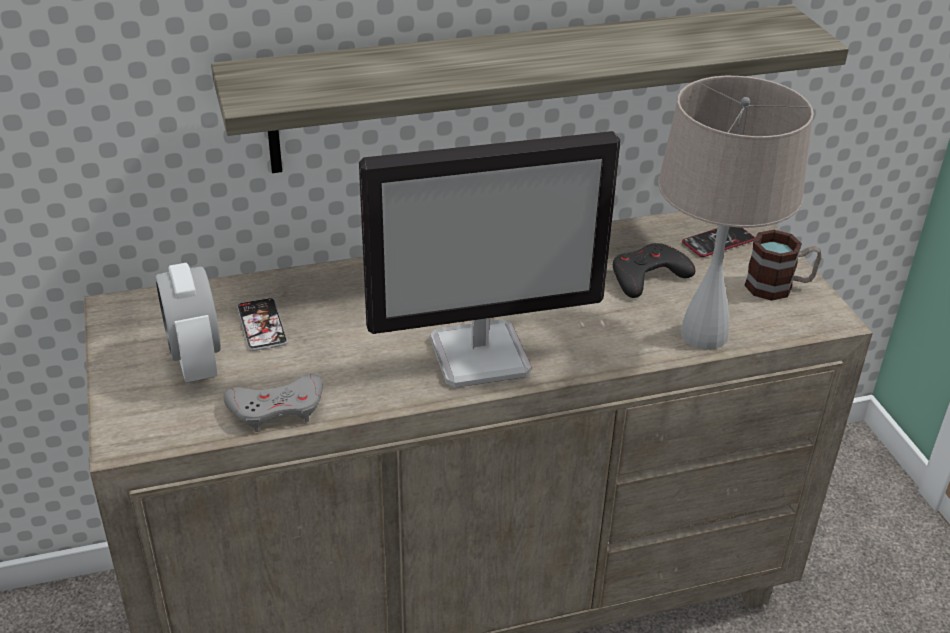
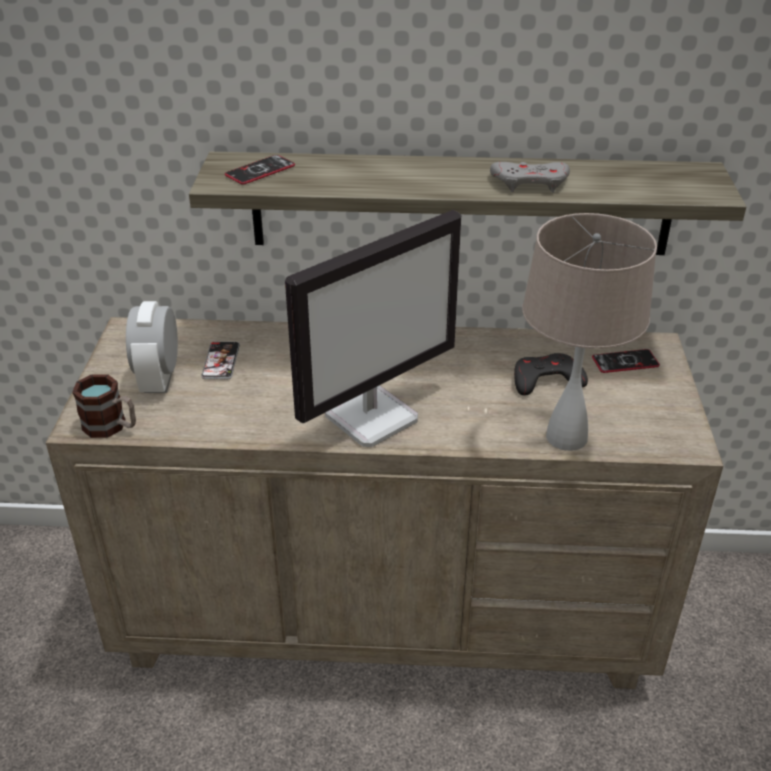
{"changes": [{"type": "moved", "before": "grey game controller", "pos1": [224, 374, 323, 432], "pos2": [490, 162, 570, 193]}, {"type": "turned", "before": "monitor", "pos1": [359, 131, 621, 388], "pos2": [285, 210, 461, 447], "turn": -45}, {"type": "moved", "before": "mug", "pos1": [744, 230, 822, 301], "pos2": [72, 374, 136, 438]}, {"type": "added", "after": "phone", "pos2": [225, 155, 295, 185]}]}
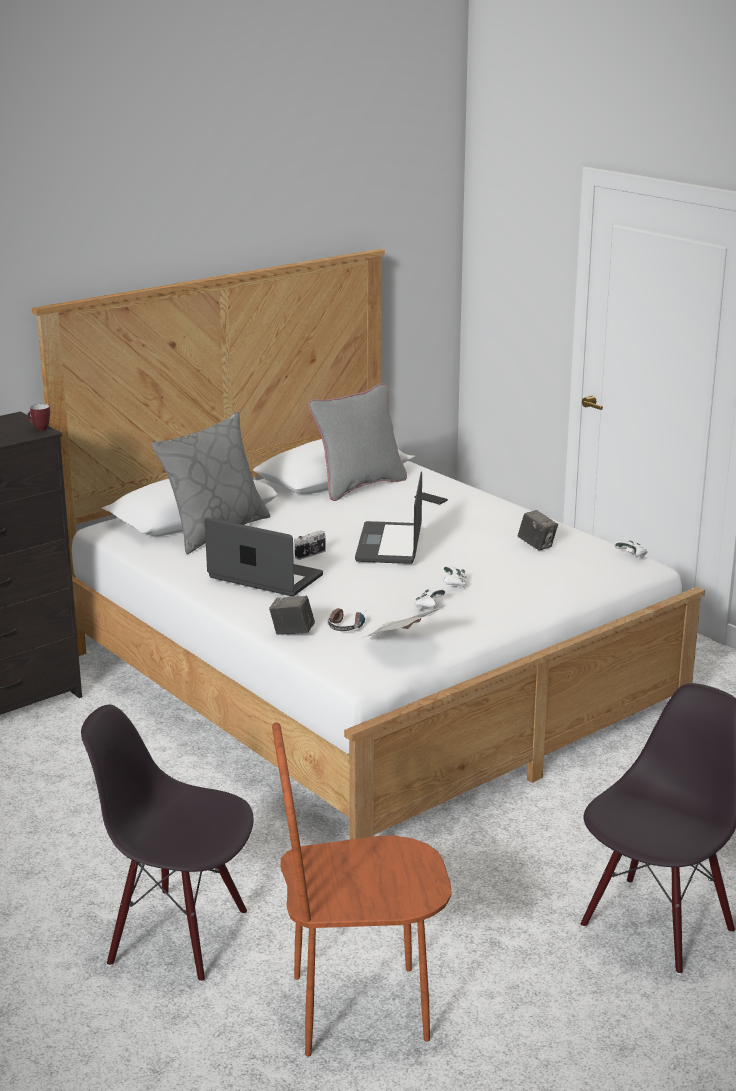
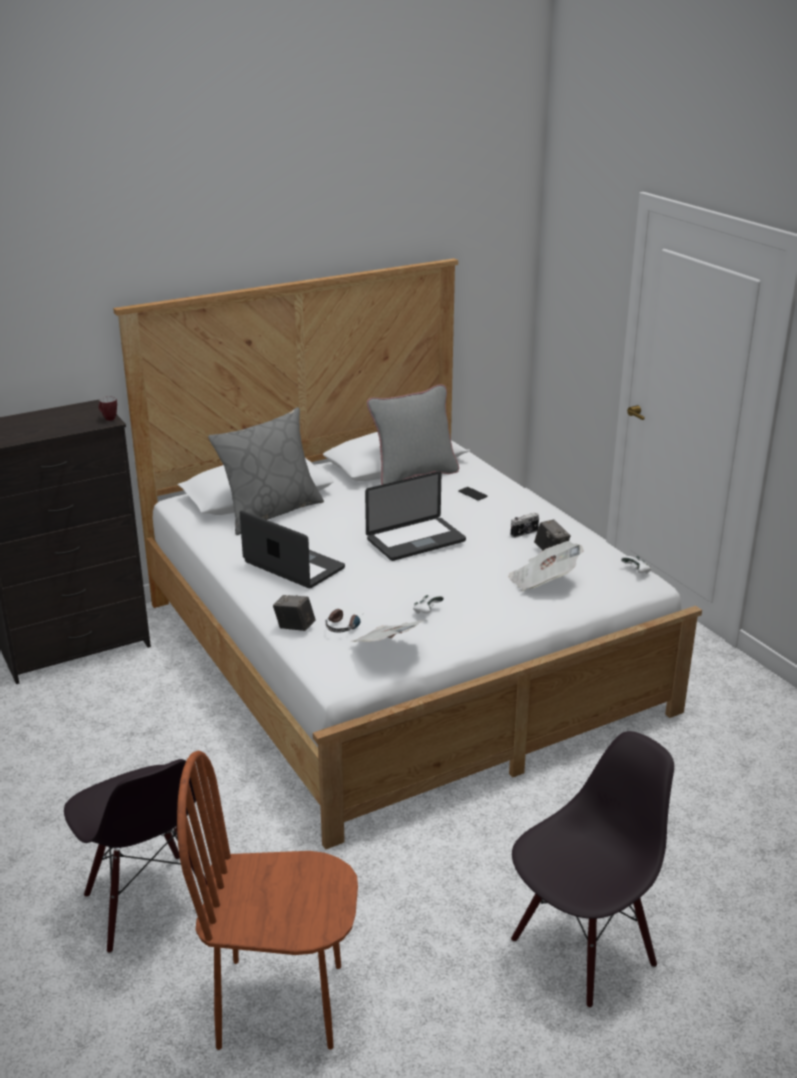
{"changes": [{"type": "turned", "before": "black chair", "pos1": [81, 705, 254, 982], "pos2": [64, 759, 207, 953], "turn": -150}, {"type": "moved", "before": "photo camera", "pos1": [295, 531, 326, 560], "pos2": [511, 512, 539, 538]}, {"type": "turned", "before": "laptop", "pos1": [355, 471, 422, 564], "pos2": [365, 471, 466, 561], "turn": -135}, {"type": "removed", "before": "white game controller", "pos1": [443, 566, 467, 589]}, {"type": "added", "after": "newspaper", "pos2": [508, 541, 584, 591]}]}
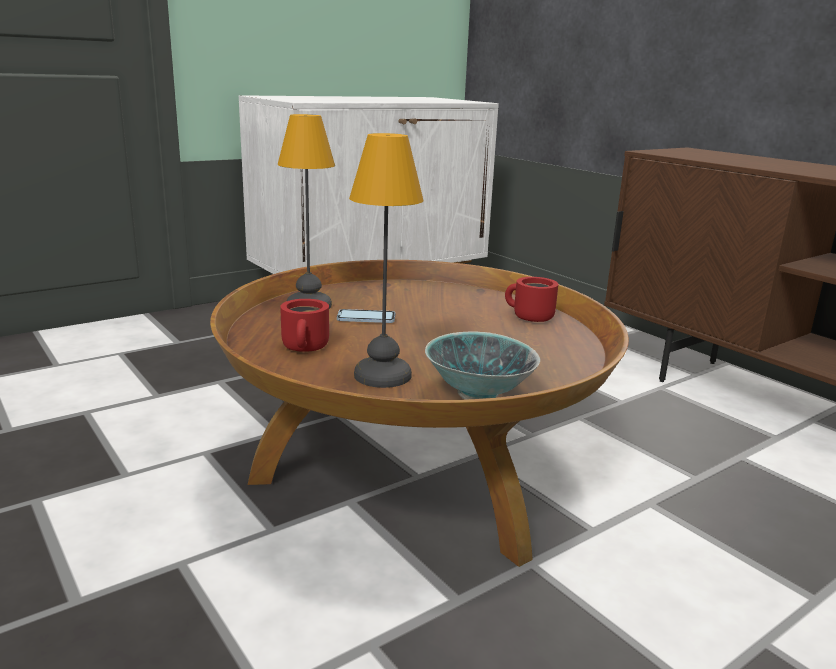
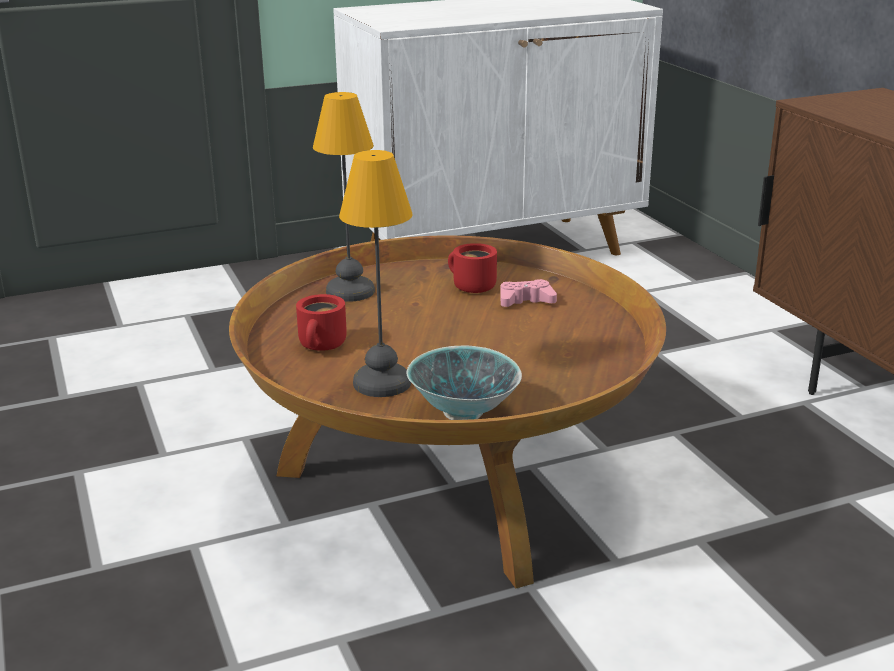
{"changes": [{"type": "removed", "before": "phone", "pos1": [337, 309, 395, 323]}, {"type": "moved", "before": "red mug", "pos1": [505, 277, 558, 322], "pos2": [448, 243, 497, 293]}, {"type": "added", "after": "pink game controller", "pos2": [500, 279, 557, 307]}]}
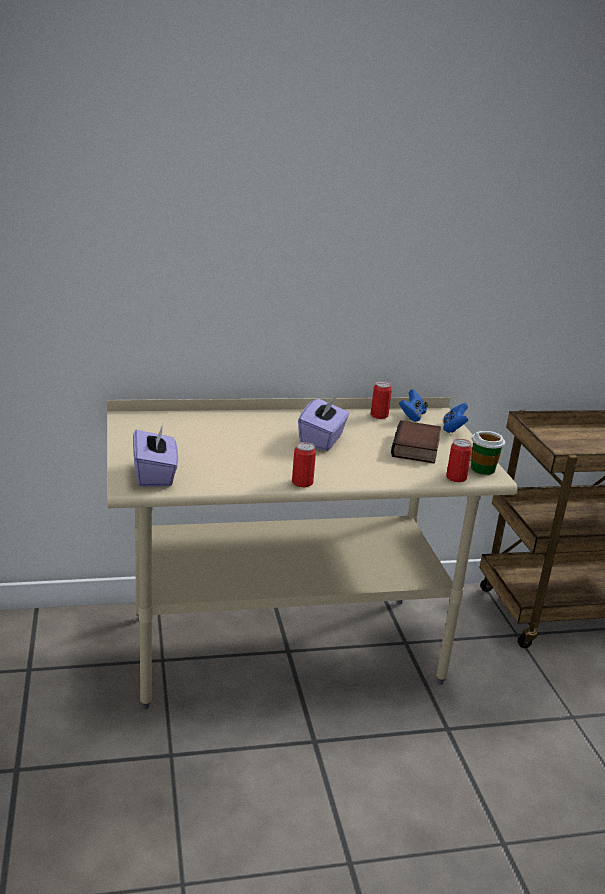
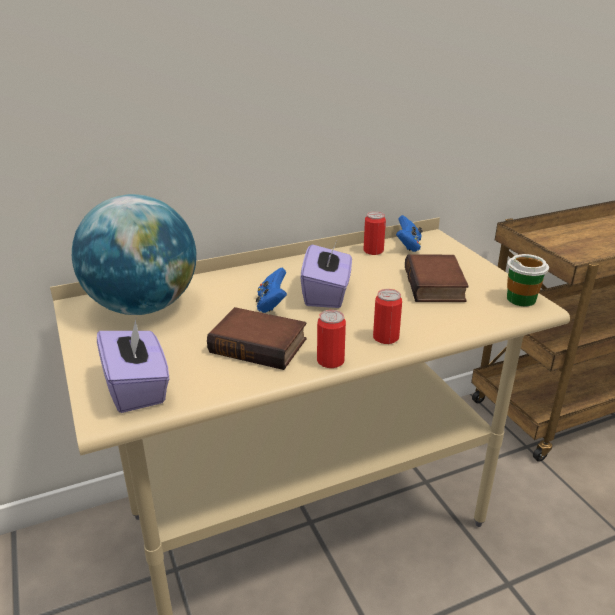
{"changes": [{"type": "moved", "before": "blue game controller", "pos1": [443, 403, 468, 433], "pos2": [256, 268, 287, 313]}, {"type": "moved", "before": "can", "pos1": [446, 439, 472, 482], "pos2": [373, 289, 402, 344]}, {"type": "added", "after": "globe", "pos2": [72, 194, 197, 315]}, {"type": "added", "after": "book", "pos2": [207, 307, 306, 370]}]}
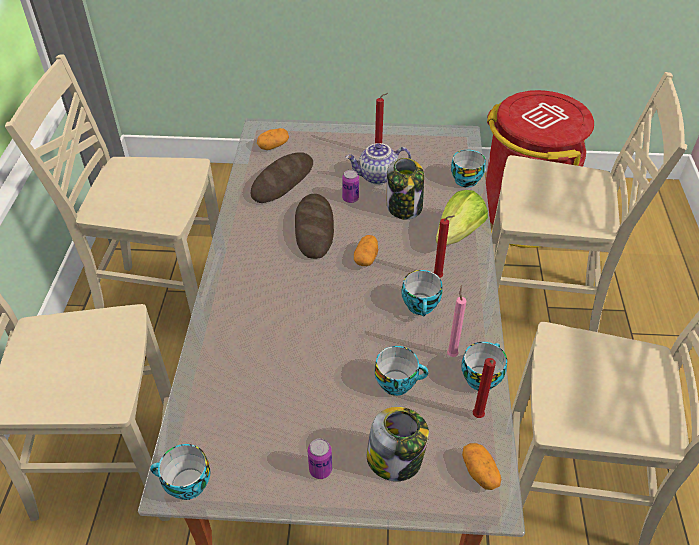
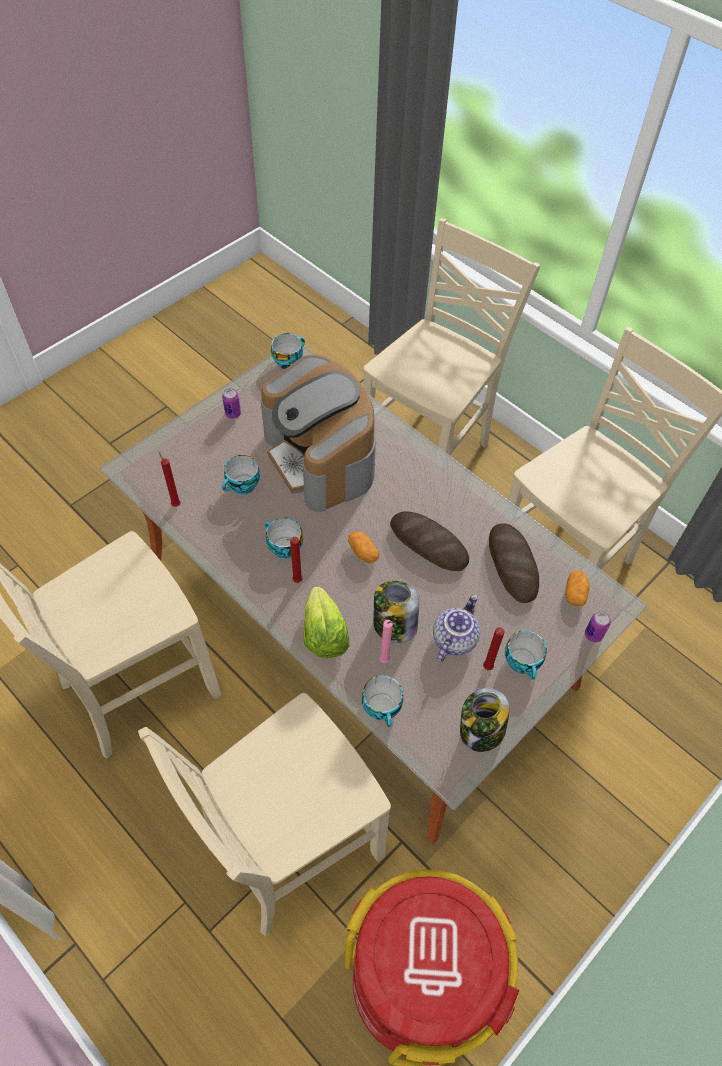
{"changes": [{"type": "moved", "before": "can", "pos1": [342, 170, 359, 203], "pos2": [585, 611, 611, 643]}, {"type": "moved", "before": "jar", "pos1": [367, 407, 429, 481], "pos2": [460, 688, 509, 752]}, {"type": "moved", "before": "pink candle", "pos1": [447, 286, 466, 357], "pos2": [379, 620, 396, 663]}, {"type": "moved", "before": "cup", "pos1": [461, 342, 507, 390], "pos2": [505, 630, 547, 680]}, {"type": "removed", "before": "potato", "pos1": [462, 443, 501, 490]}, {"type": "added", "after": "coffee machine", "pos2": [261, 355, 376, 512]}]}
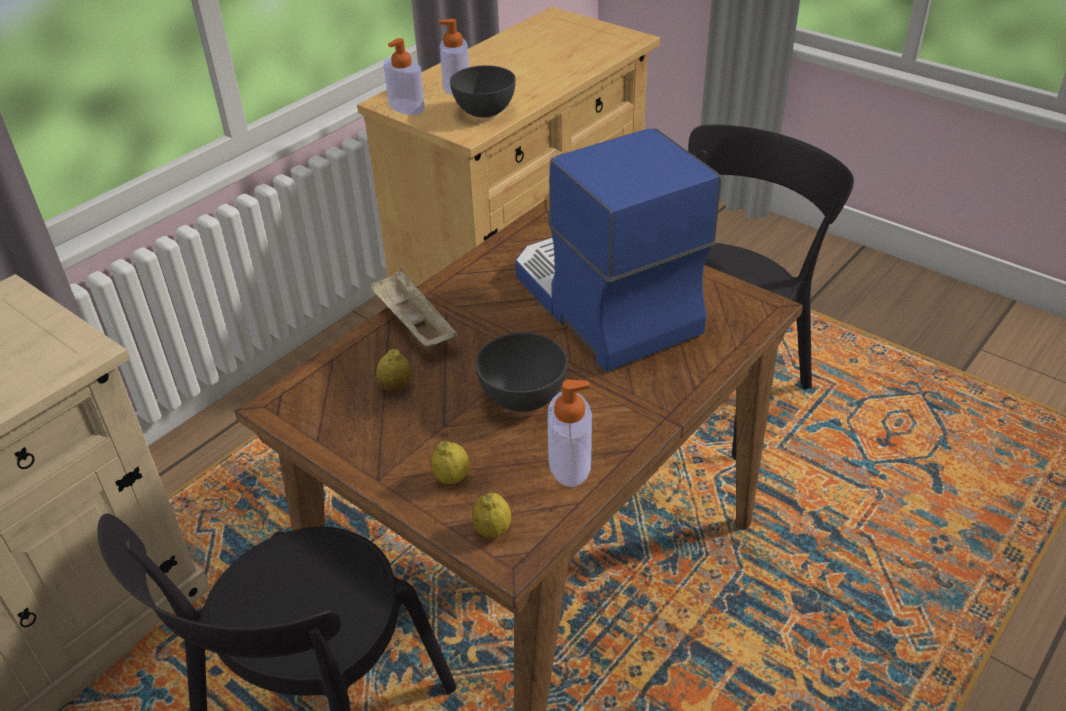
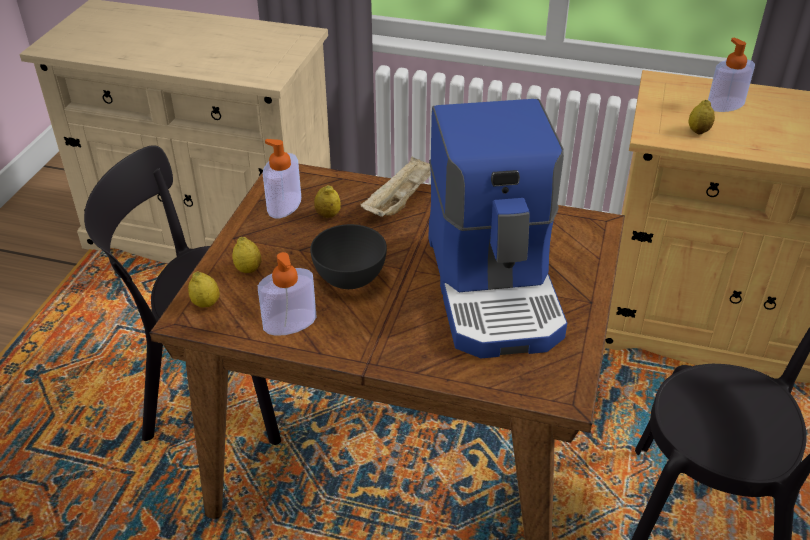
{"changes": [{"type": "moved", "before": "soap dispenser", "pos1": [384, 38, 425, 115], "pos2": [263, 139, 301, 218]}, {"type": "replaced", "before": "grey bowl", "after": "lemon", "pos1": [450, 65, 516, 118], "pos2": [689, 100, 715, 135]}, {"type": "turned", "before": "coffee machine", "pos1": [515, 128, 721, 372], "pos2": [429, 99, 567, 358], "turn": 135}]}
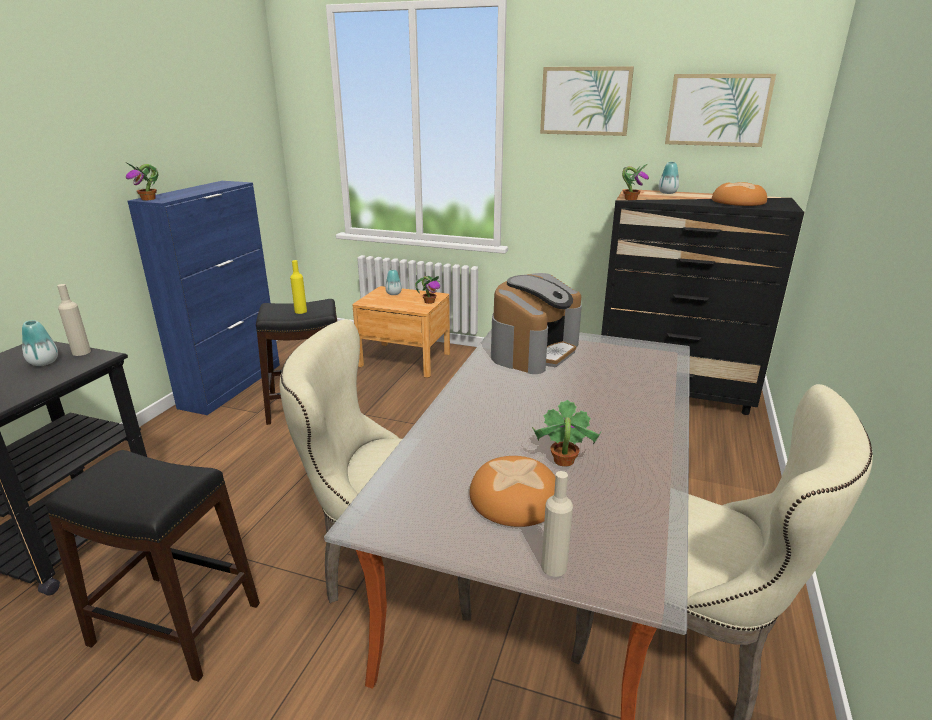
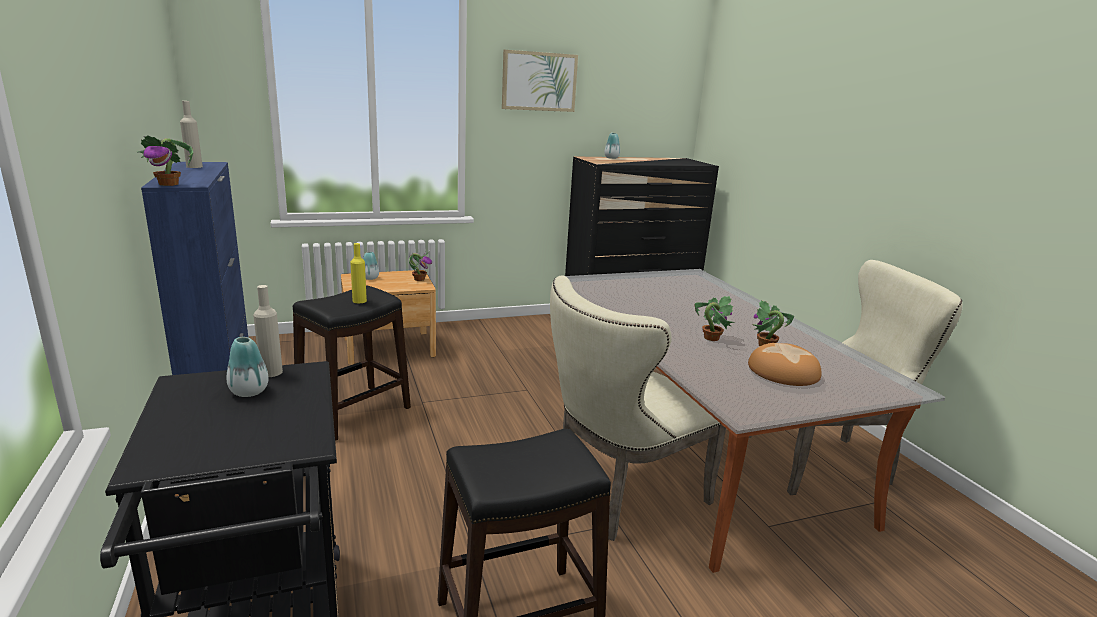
{"changes": [{"type": "removed", "before": "coffee machine", "pos1": [491, 273, 582, 374]}, {"type": "moved", "before": "beige bottle", "pos1": [541, 471, 573, 577], "pos2": [180, 101, 203, 168]}, {"type": "moved", "before": "potted plant", "pos1": [622, 164, 649, 200], "pos2": [694, 296, 735, 341]}, {"type": "removed", "before": "picture", "pos1": [665, 74, 776, 147]}, {"type": "removed", "before": "bread", "pos1": [712, 182, 767, 206]}]}
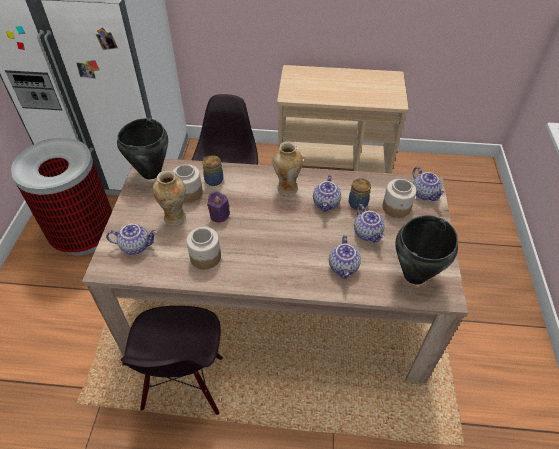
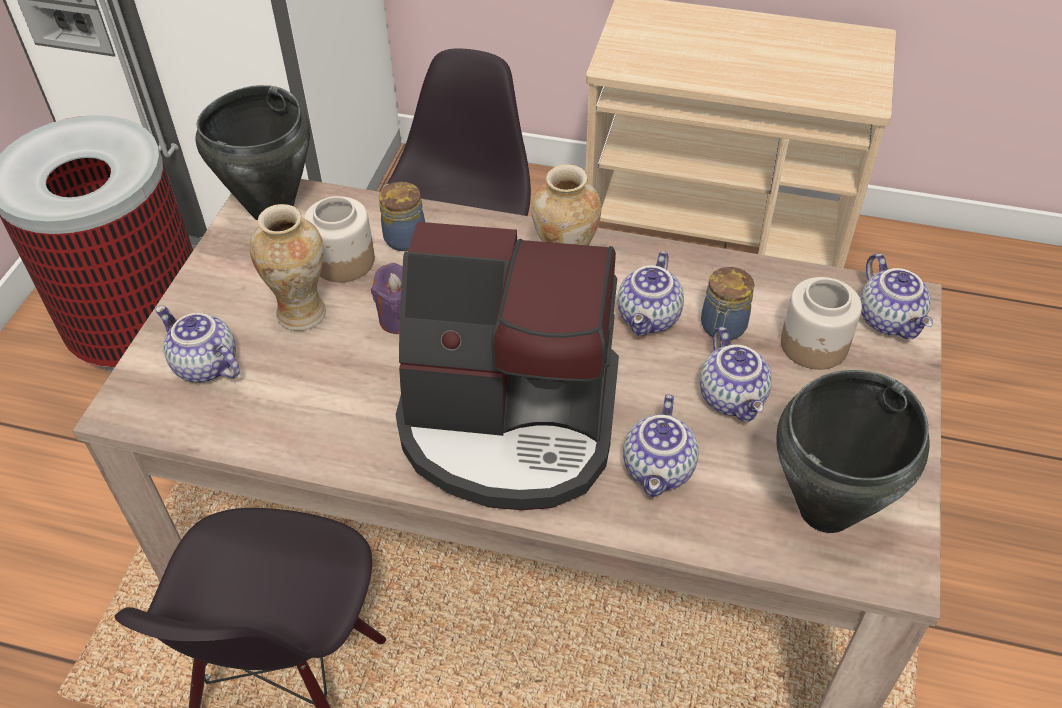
{"changes": [{"type": "turned", "before": "teapot", "pos1": [106, 224, 157, 255], "pos2": [155, 305, 240, 383], "turn": -150}, {"type": "removed", "before": "jar", "pos1": [186, 227, 221, 269]}, {"type": "added", "after": "coffee machine", "pos2": [396, 222, 619, 510]}]}
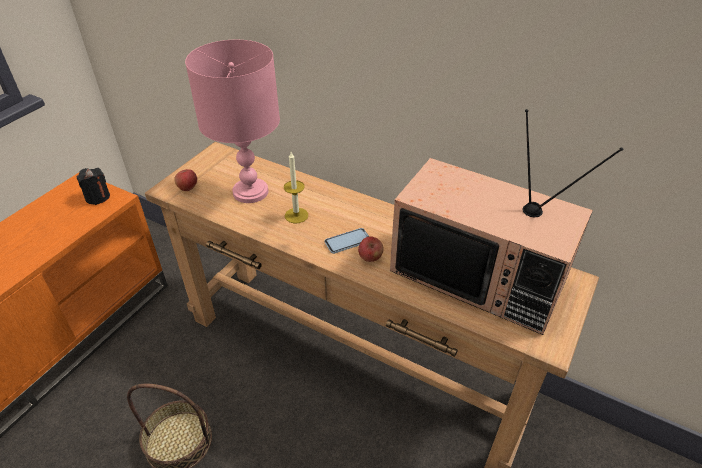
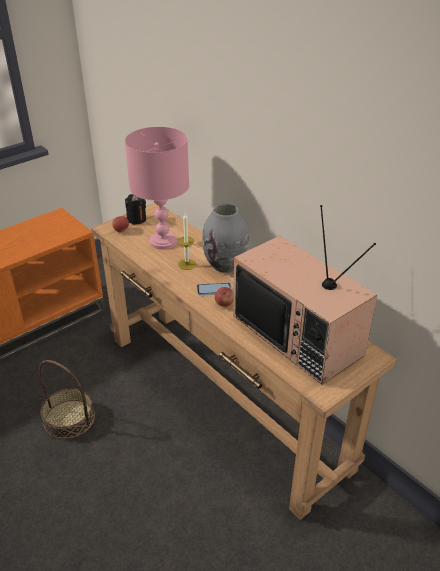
{"changes": [{"type": "moved", "before": "black candle", "pos1": [77, 168, 110, 205], "pos2": [125, 194, 146, 225]}, {"type": "added", "after": "grey vase", "pos2": [202, 204, 249, 273]}]}
